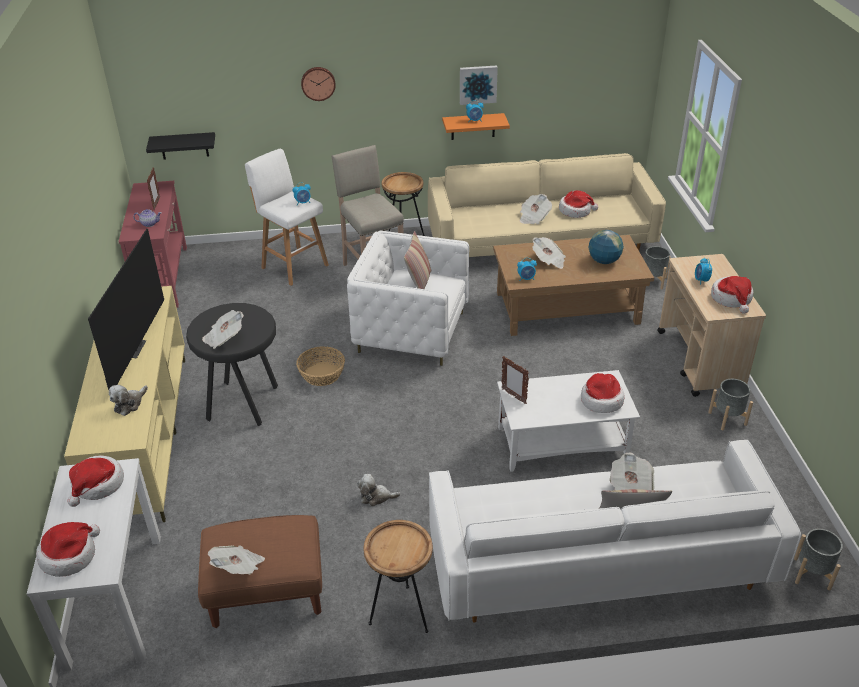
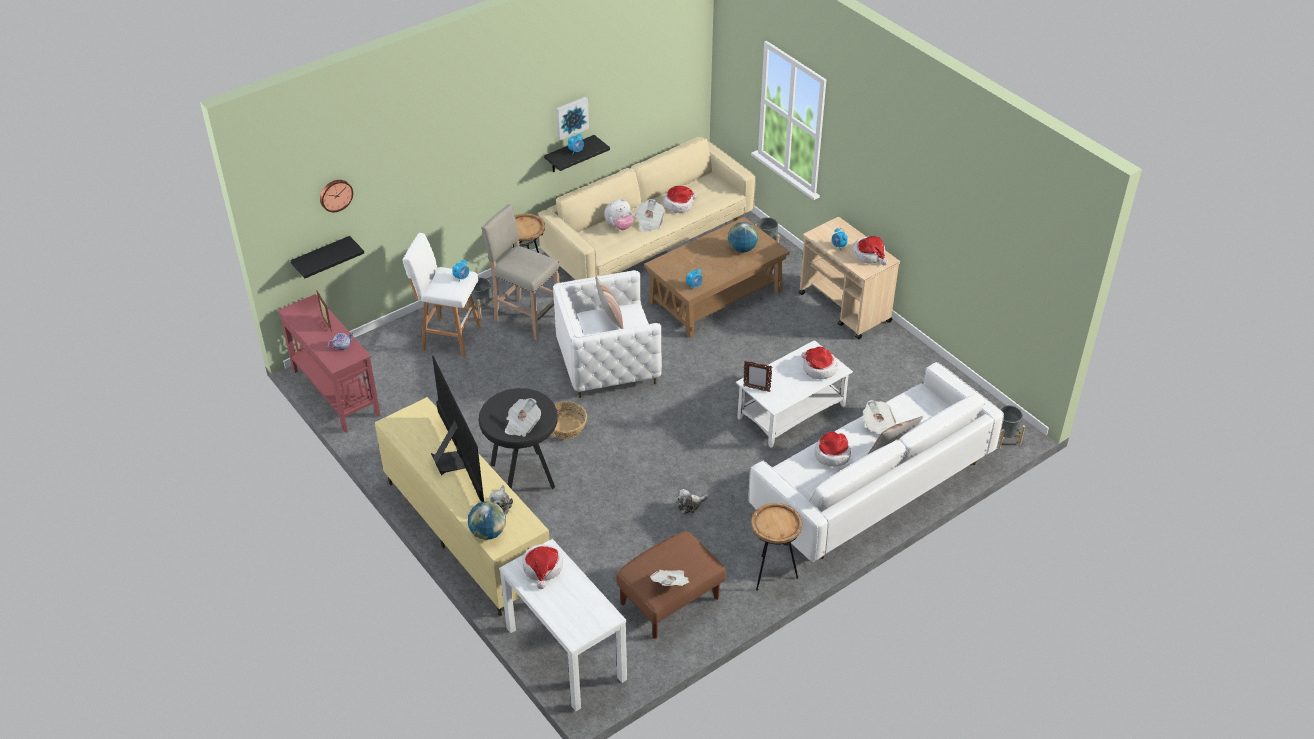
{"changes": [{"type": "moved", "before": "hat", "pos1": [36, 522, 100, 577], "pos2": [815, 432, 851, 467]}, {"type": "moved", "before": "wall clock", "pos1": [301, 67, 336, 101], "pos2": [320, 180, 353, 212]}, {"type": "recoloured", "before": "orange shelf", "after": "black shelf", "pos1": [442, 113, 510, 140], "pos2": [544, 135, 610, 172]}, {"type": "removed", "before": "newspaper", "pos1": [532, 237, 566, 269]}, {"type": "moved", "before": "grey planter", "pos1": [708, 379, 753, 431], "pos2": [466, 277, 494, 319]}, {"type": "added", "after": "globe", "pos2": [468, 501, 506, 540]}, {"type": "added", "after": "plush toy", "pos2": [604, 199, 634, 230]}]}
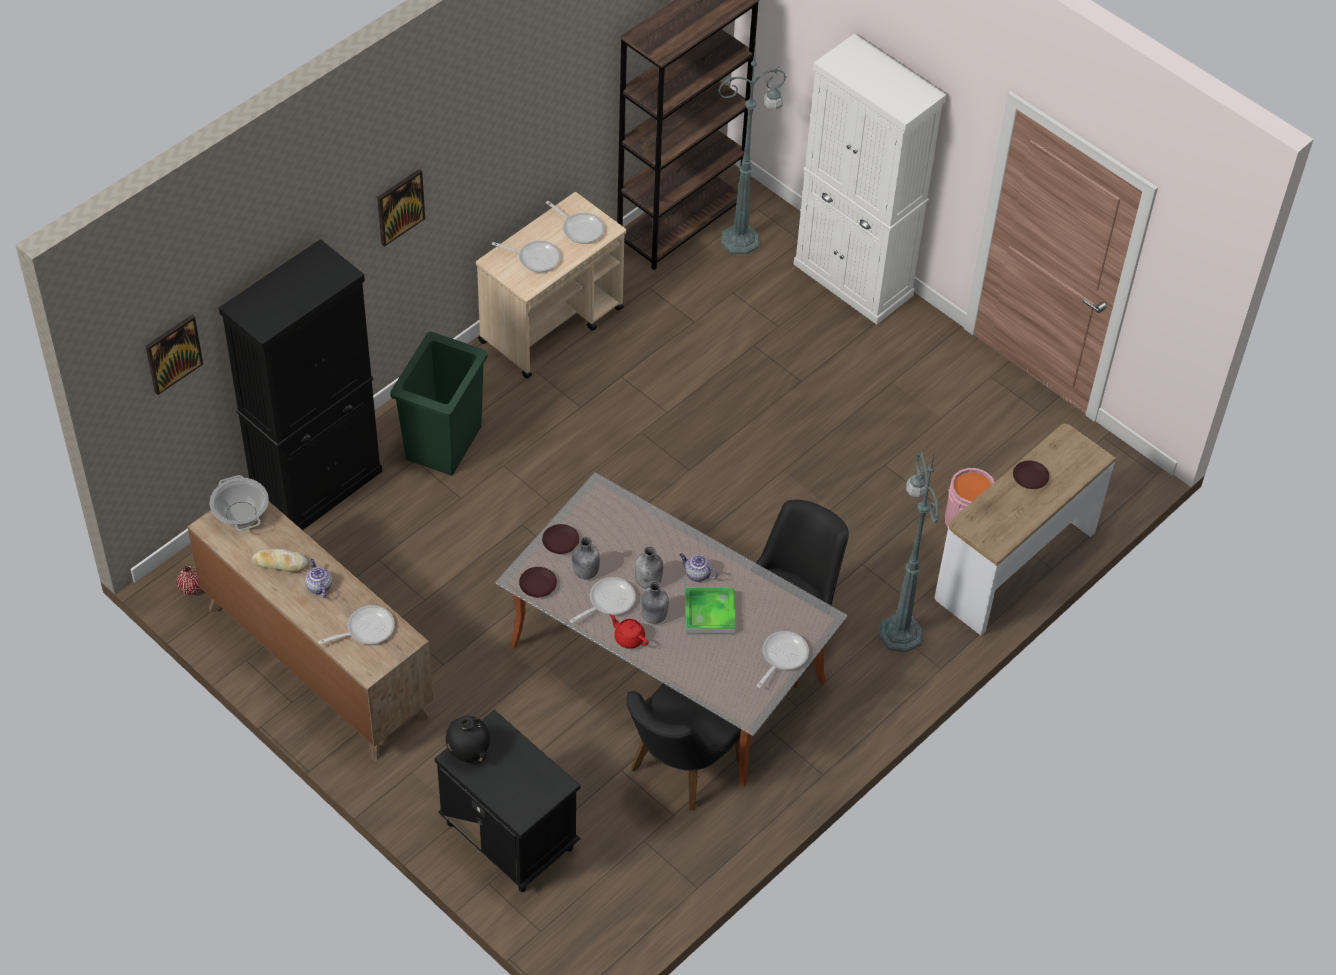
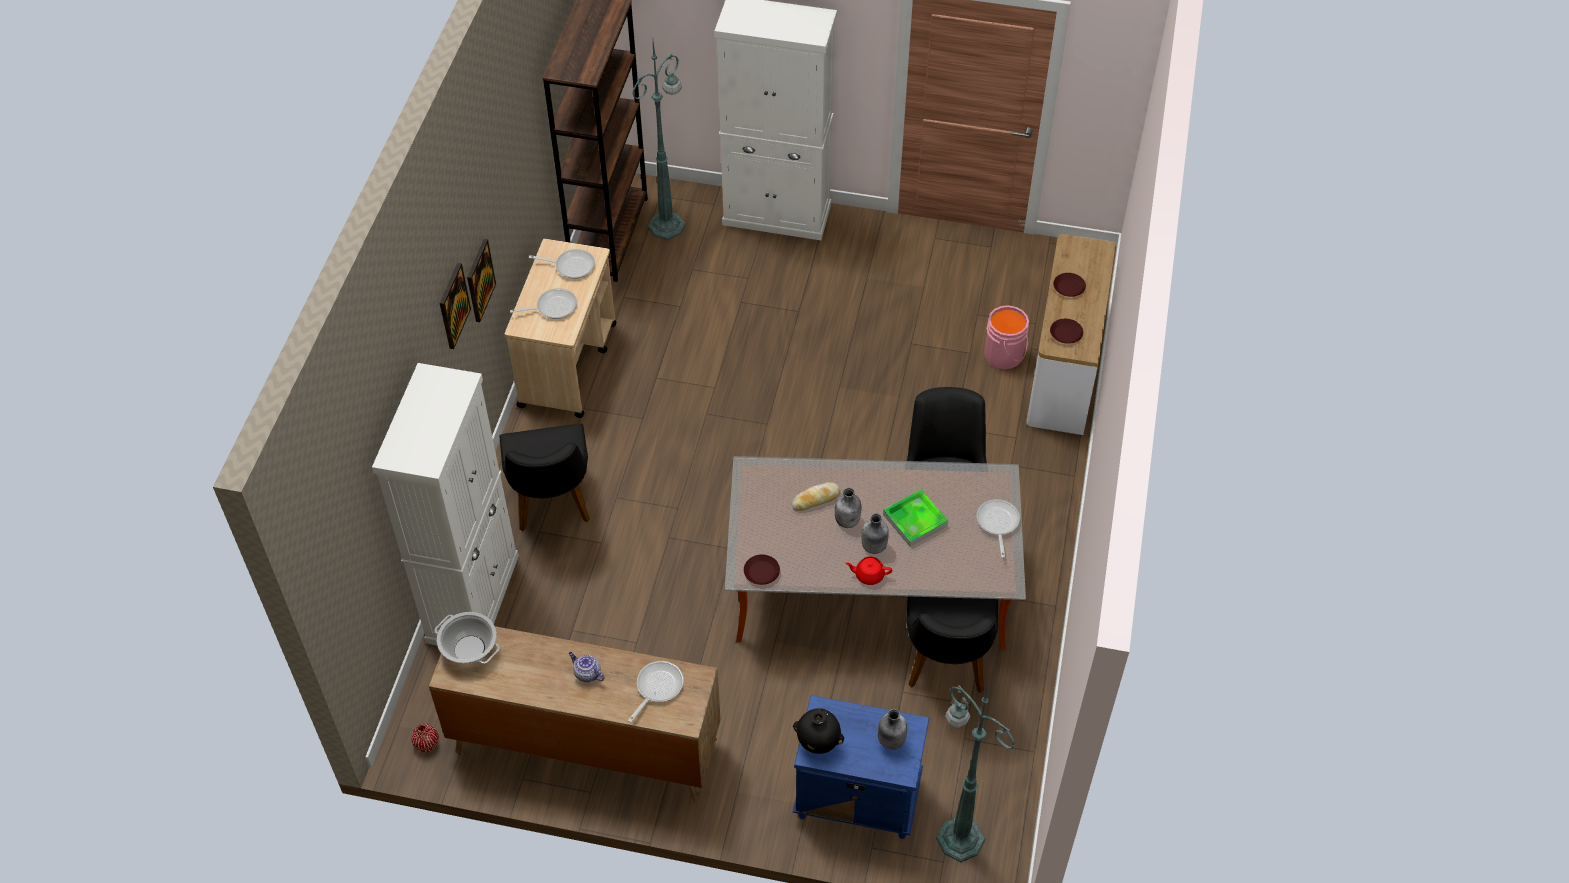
{"changes": [{"type": "moved", "before": "picture", "pos1": [145, 315, 203, 395], "pos2": [467, 239, 496, 322]}, {"type": "recoloured", "before": "black cabinet", "after": "white cabinet", "pos1": [219, 239, 382, 530], "pos2": [372, 363, 519, 645]}, {"type": "moved", "before": "bread", "pos1": [252, 549, 308, 572], "pos2": [792, 482, 840, 511]}, {"type": "replaced", "before": "green trash can", "after": "black chair", "pos1": [390, 332, 488, 476], "pos2": [499, 423, 590, 531]}, {"type": "recoloured", "before": "black nightstand", "after": "blue nightstand", "pos1": [435, 710, 581, 892], "pos2": [793, 695, 929, 839]}, {"type": "moved", "before": "brown plate", "pos1": [542, 524, 579, 554], "pos2": [1050, 319, 1083, 344]}, {"type": "removed", "before": "frying pan", "pos1": [569, 577, 636, 623]}, {"type": "moved", "before": "grey bottle", "pos1": [572, 537, 600, 579], "pos2": [878, 709, 907, 750]}, {"type": "removed", "before": "teapot", "pos1": [679, 553, 718, 582]}, {"type": "moved", "before": "green floor lamp", "pos1": [879, 449, 939, 652], "pos2": [936, 685, 1015, 862]}]}
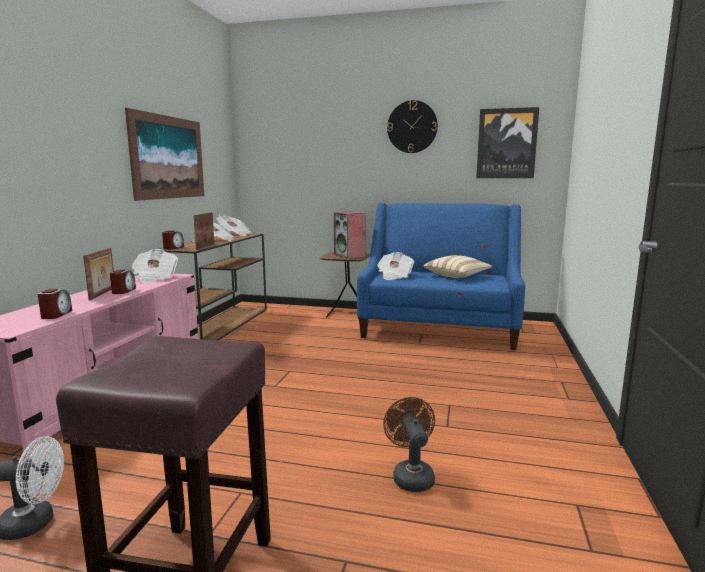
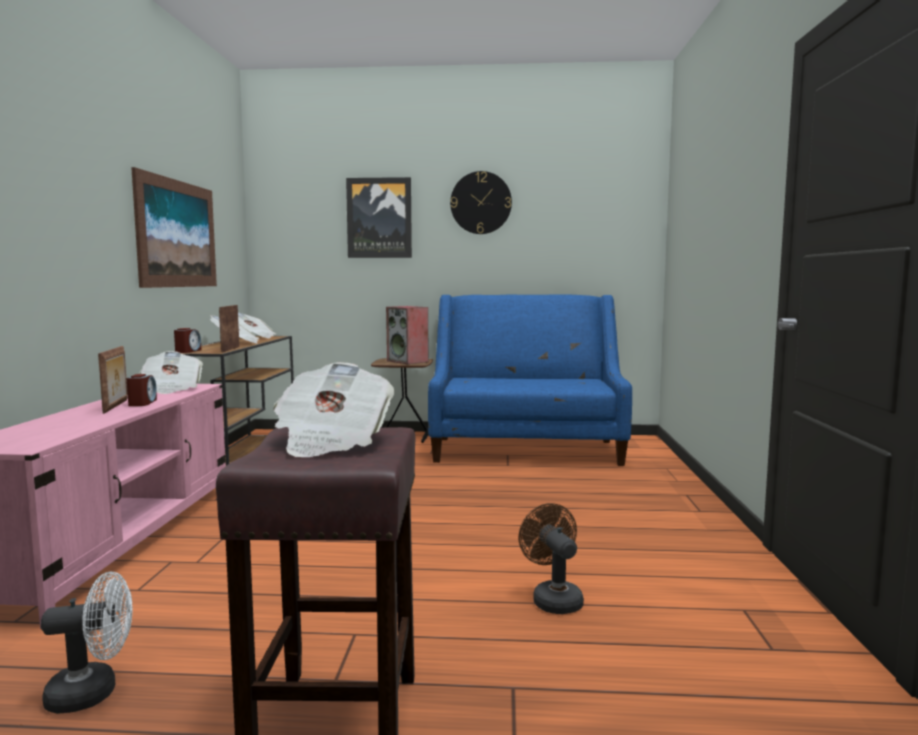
{"changes": [{"type": "removed", "before": "alarm clock", "pos1": [38, 289, 72, 319]}, {"type": "moved", "before": "newspaper", "pos1": [377, 252, 414, 280], "pos2": [273, 362, 395, 457]}, {"type": "removed", "before": "beige pillow", "pos1": [423, 255, 492, 278]}, {"type": "moved", "before": "picture", "pos1": [476, 107, 539, 178], "pos2": [346, 177, 412, 258]}]}
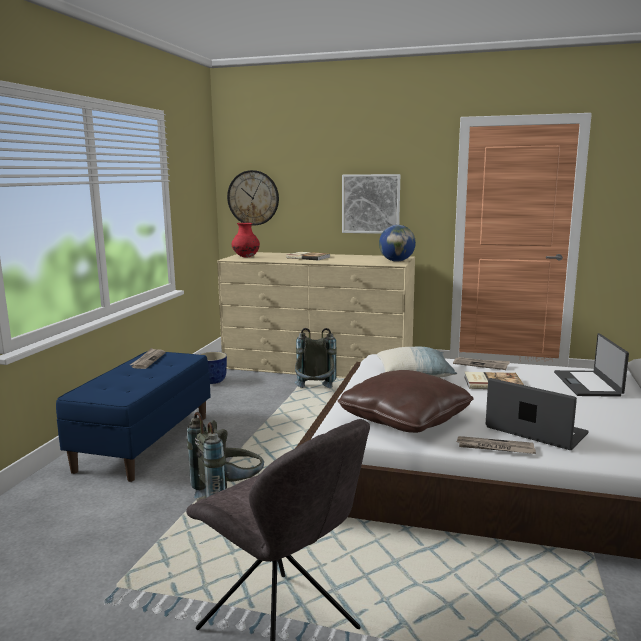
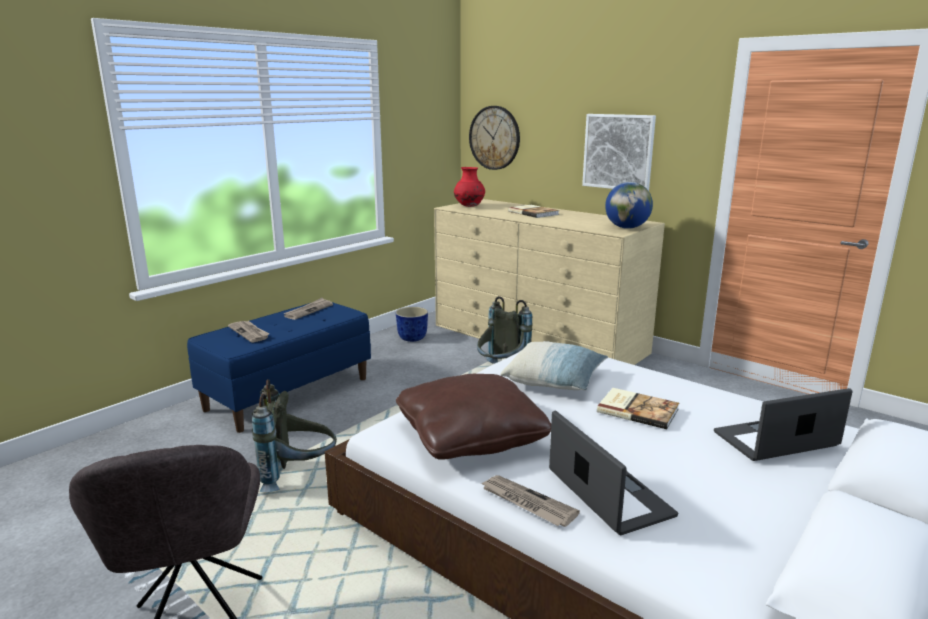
{"changes": [{"type": "moved", "before": "newspaper", "pos1": [453, 357, 510, 370], "pos2": [228, 321, 269, 343]}, {"type": "turned", "before": "laptop", "pos1": [554, 333, 629, 397], "pos2": [714, 388, 853, 461], "turn": 45}]}
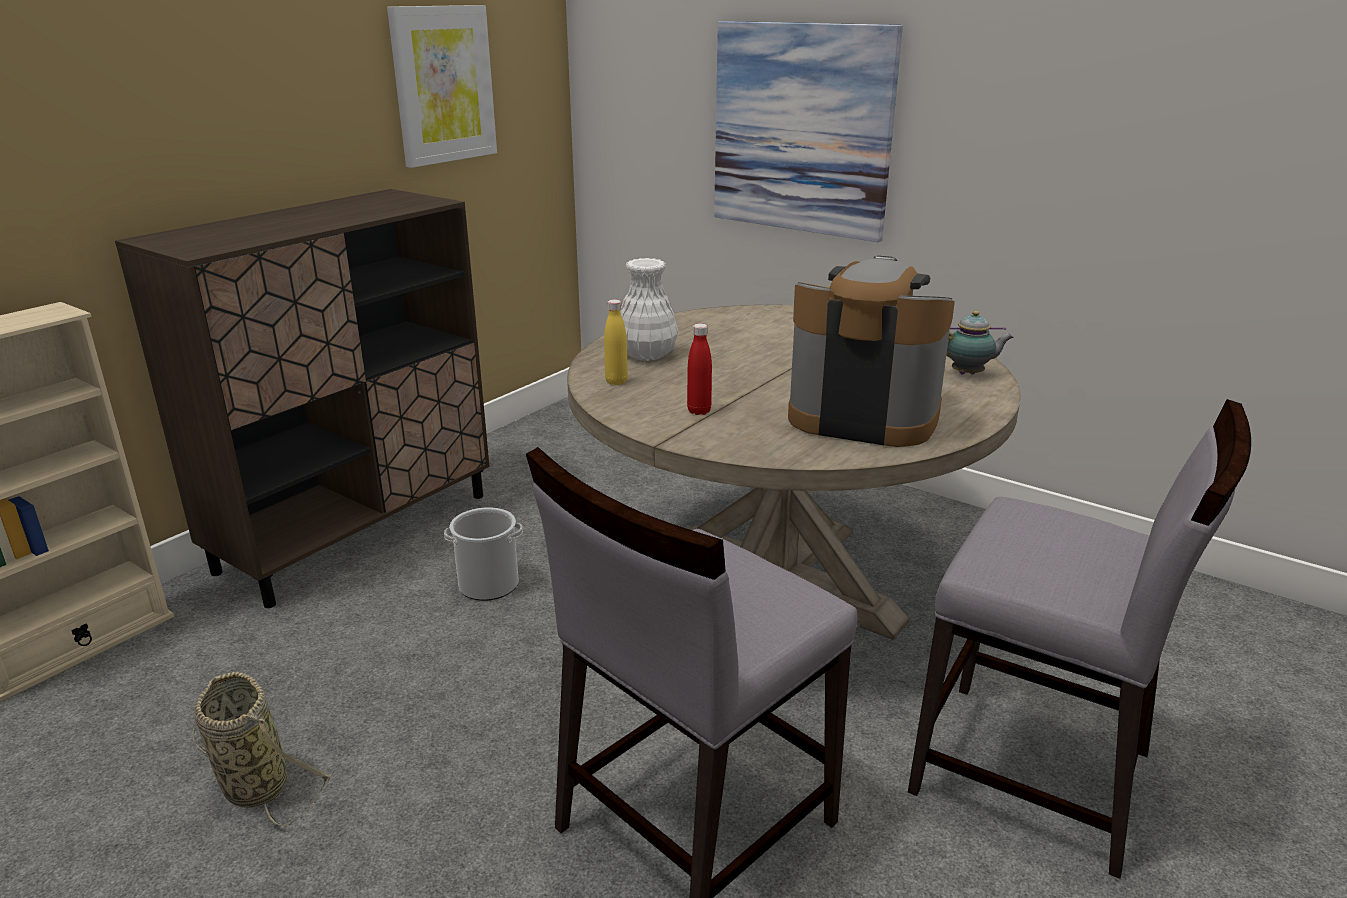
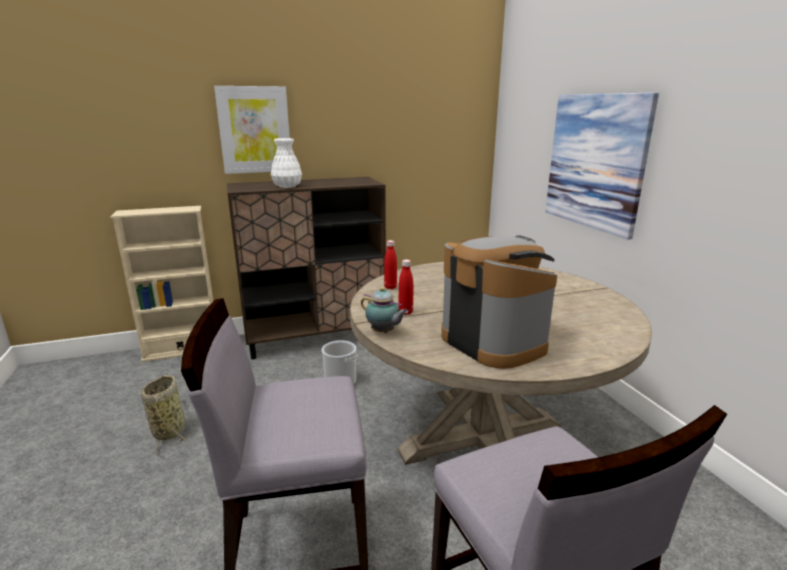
{"changes": [{"type": "moved", "before": "picture", "pos1": [387, 5, 497, 168], "pos2": [214, 86, 290, 174]}, {"type": "recoloured", "before": "yellow bottle", "after": "red bottle", "pos1": [604, 300, 628, 385], "pos2": [384, 240, 397, 289]}, {"type": "moved", "before": "white vase", "pos1": [620, 258, 678, 361], "pos2": [271, 138, 302, 188]}, {"type": "moved", "before": "teapot", "pos1": [946, 311, 1014, 375], "pos2": [361, 287, 408, 333]}]}
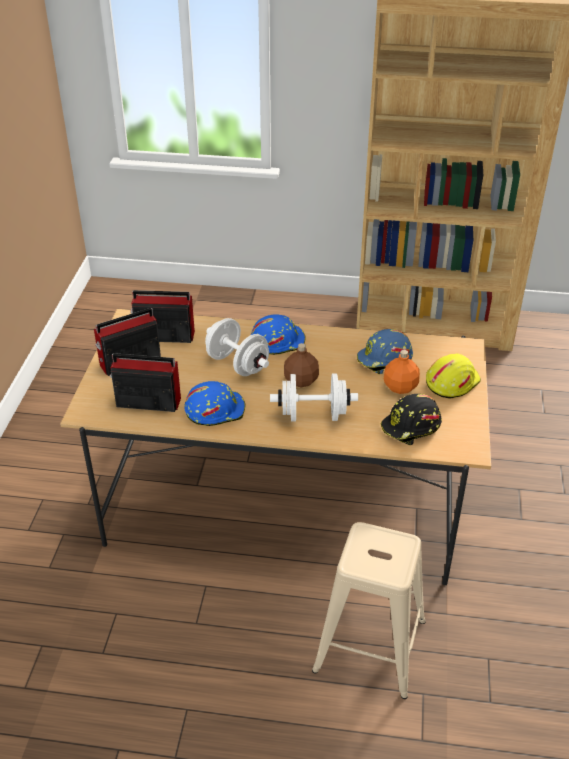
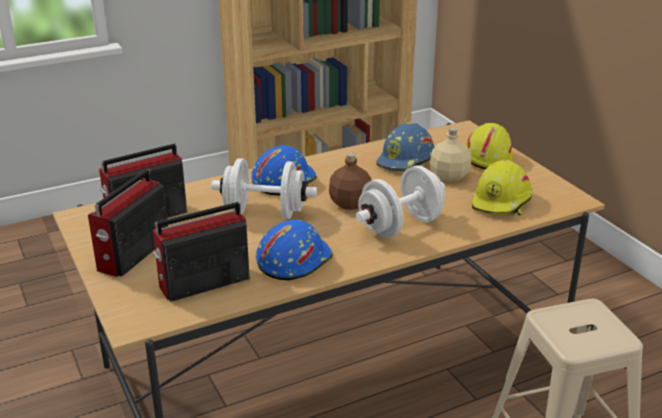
{"changes": [{"type": "recoloured", "before": "black hard hat", "after": "yellow hard hat", "pos1": [381, 394, 442, 445], "pos2": [472, 159, 532, 216]}, {"type": "recoloured", "before": "orange bottle", "after": "beige bottle", "pos1": [384, 350, 420, 394], "pos2": [430, 127, 471, 182]}]}
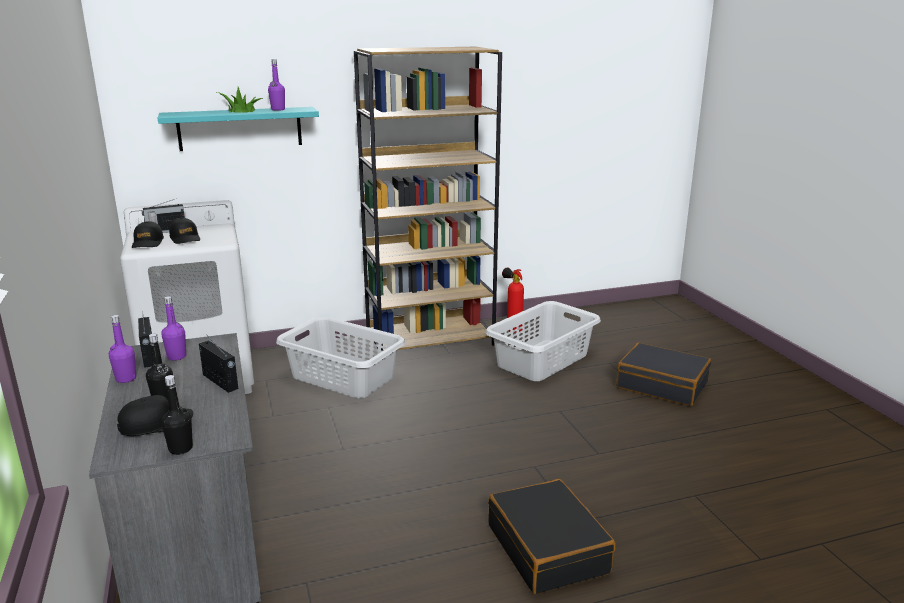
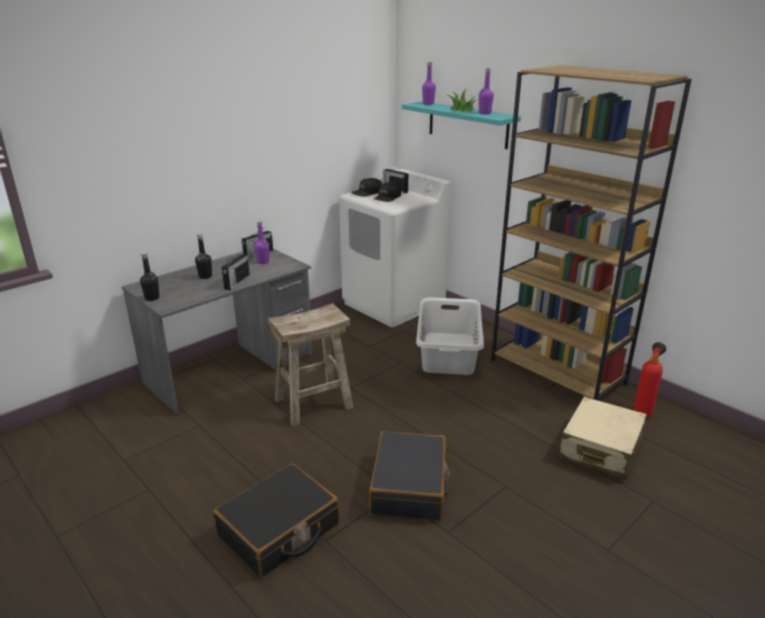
{"changes": [{"type": "moved", "before": "purple bottle", "pos1": [109, 315, 136, 383], "pos2": [422, 62, 436, 105]}, {"type": "removed", "before": "black cap", "pos1": [117, 395, 193, 436]}, {"type": "replaced", "before": "grey laundry basket", "after": "beige suitcase", "pos1": [485, 301, 601, 381], "pos2": [559, 397, 647, 480]}, {"type": "moved", "before": "black suitcase", "pos1": [616, 343, 711, 406], "pos2": [369, 431, 450, 521]}, {"type": "added", "after": "beige stool", "pos2": [268, 303, 354, 426]}]}
